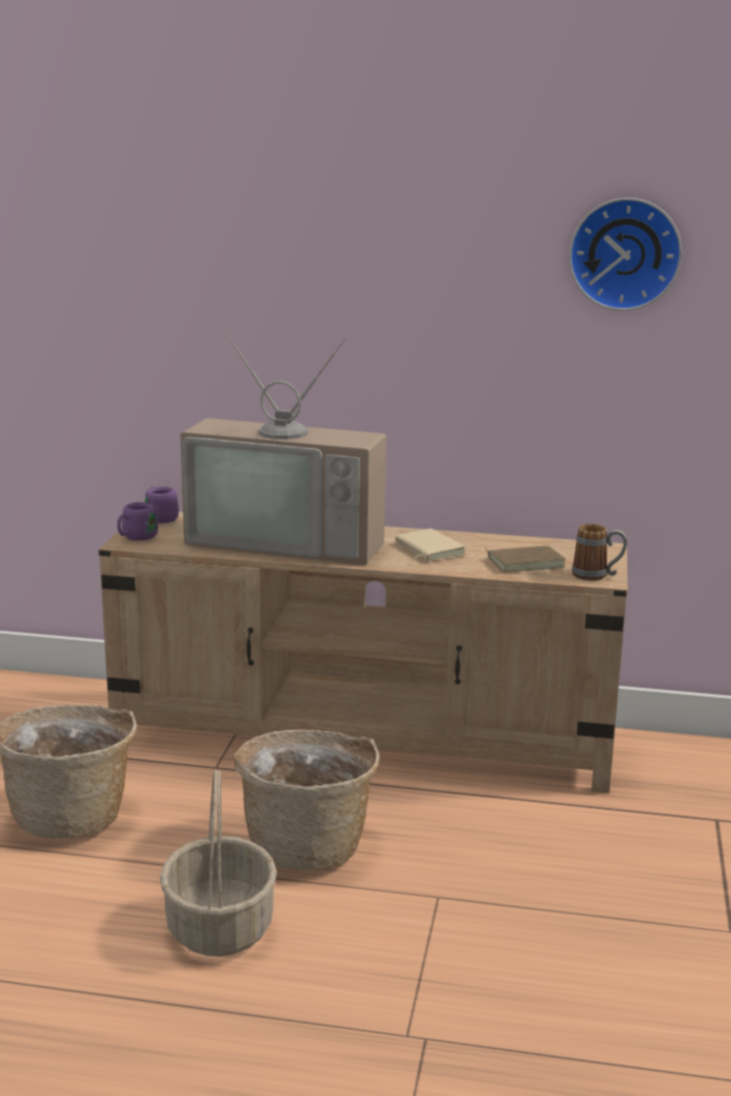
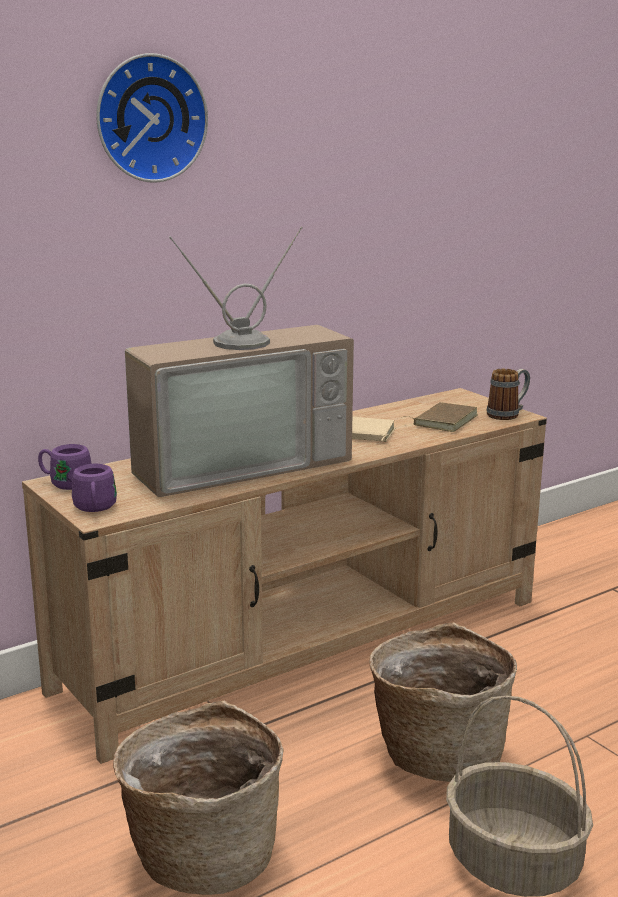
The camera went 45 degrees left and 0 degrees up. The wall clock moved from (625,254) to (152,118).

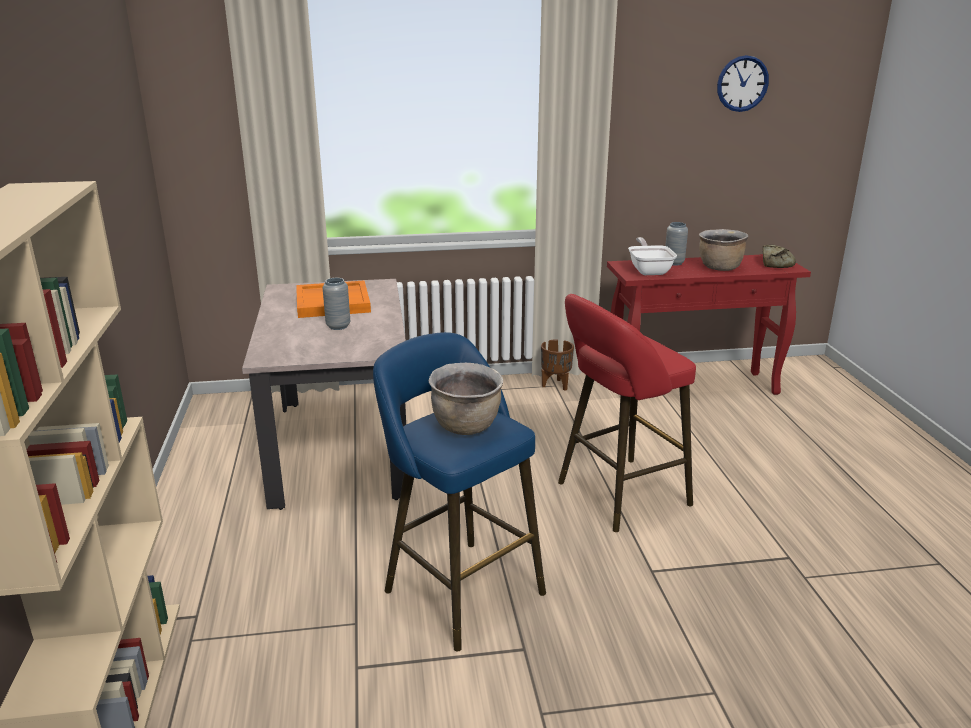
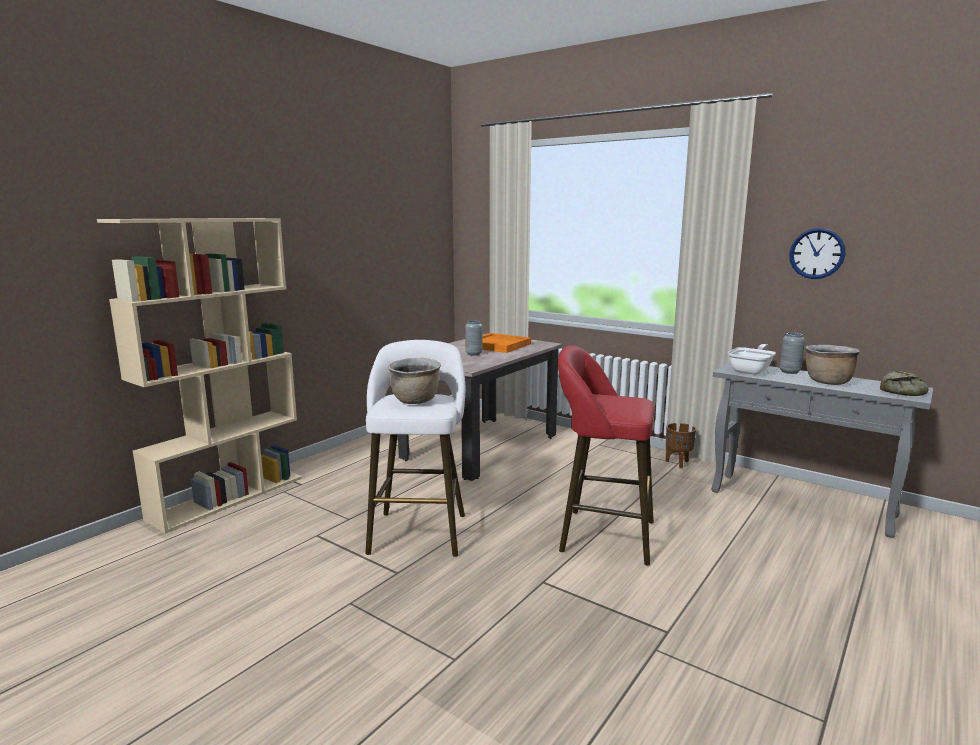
The camera went 45 degrees right and 10 degrees down. The wall clock moved from (743,83) to (817,253). The console table/red at (709,324) became the console table/grey at (822,449). The stool/blue at (459,491) became the stool/white at (415,448).

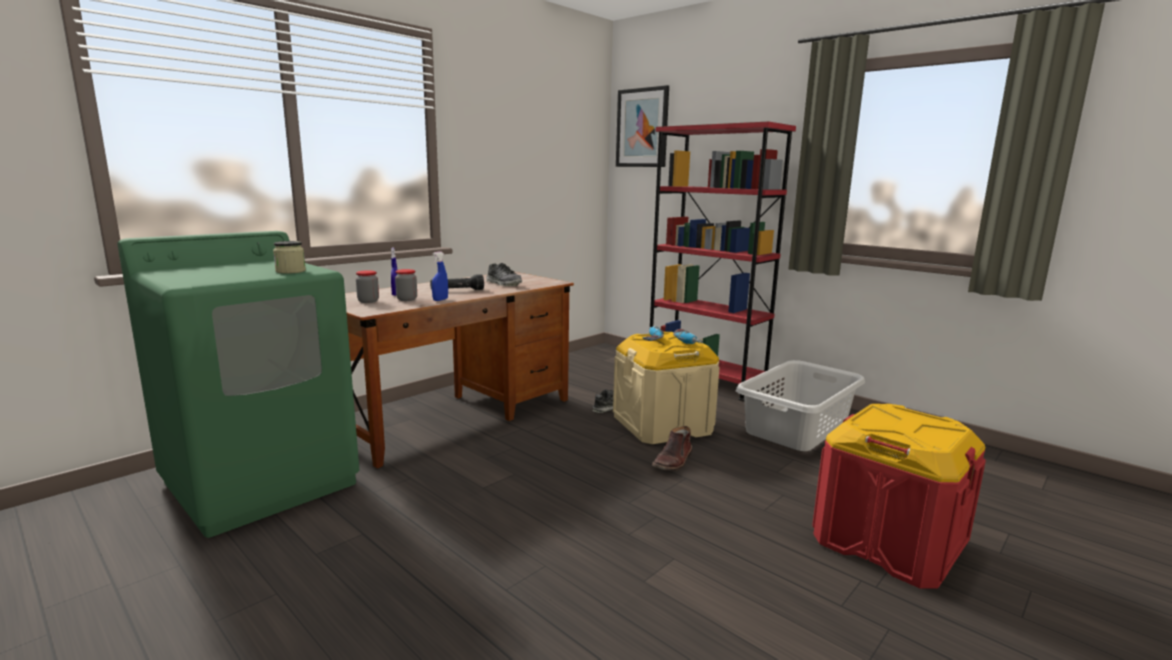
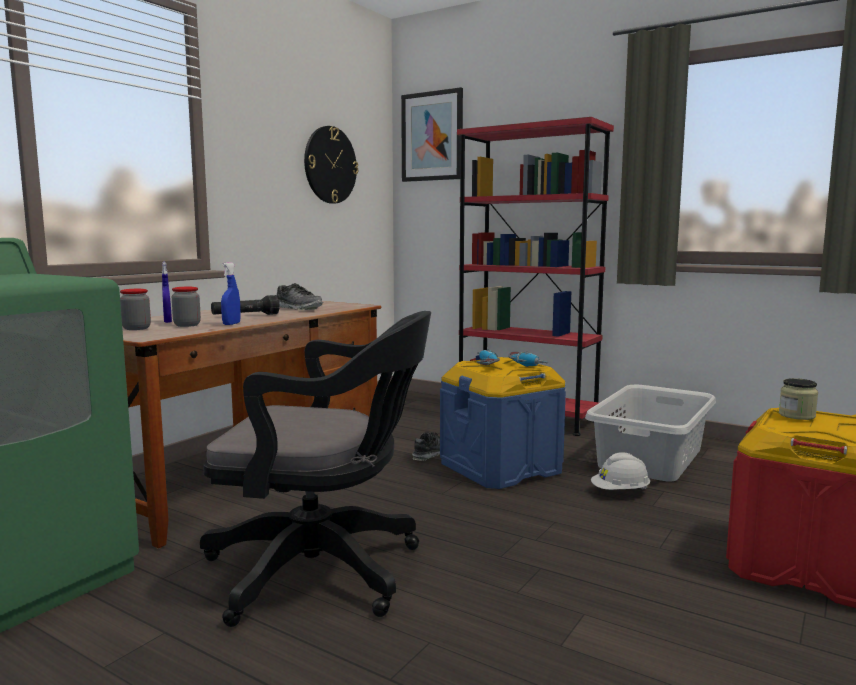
The camera went 10 degrees left and 5 degrees down. The jar moved from (289,257) to (798,399). The storage box/beige at (666,388) became the storage box/blue at (503,423). The boot/brown at (672,448) disappeared. The wall clock at (331,165) appeared. The office chair/black at (315,469) appeared. The hard hat/white at (620,471) appeared.

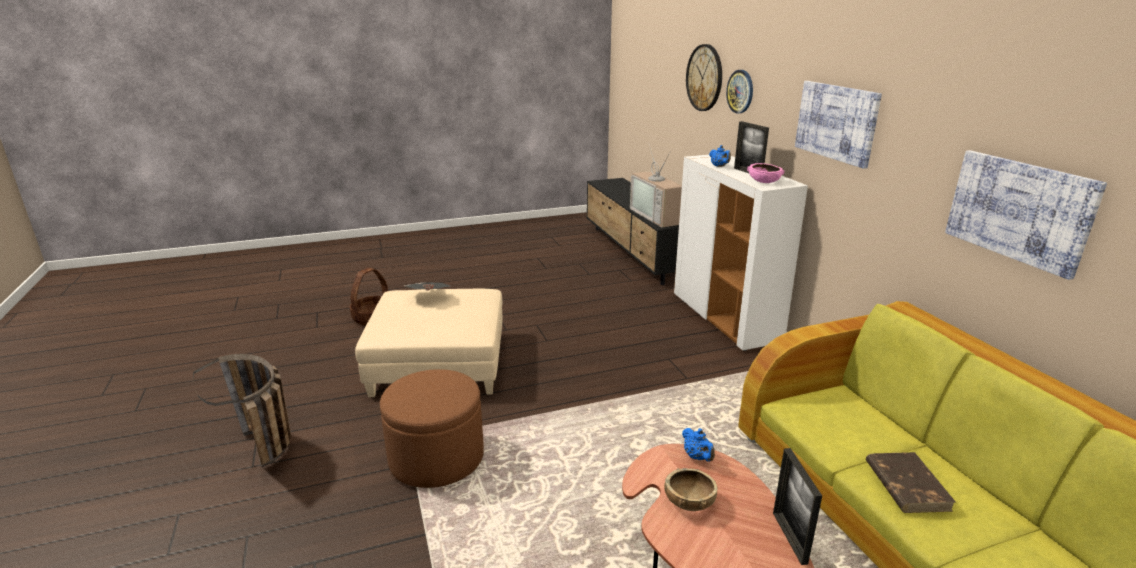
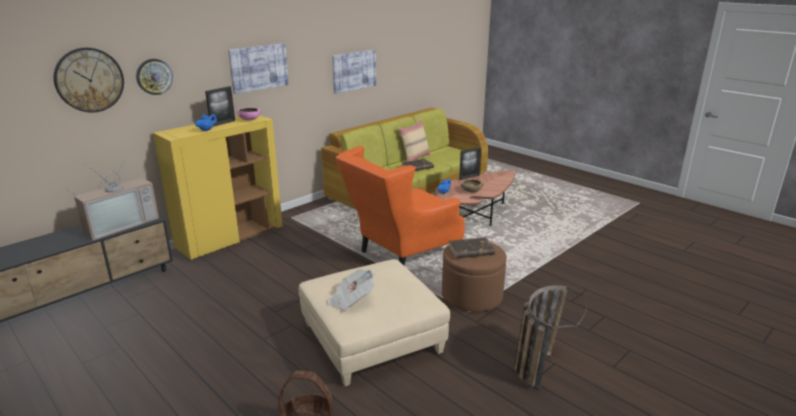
The camera went 115 degrees left and 0 degrees up. The cabinet/white at (741,253) became the cabinet/yellow at (218,187). The pillow/beige at (414,140) appeared. The armchair/orange at (400,205) appeared. The book/brown at (472,247) appeared.

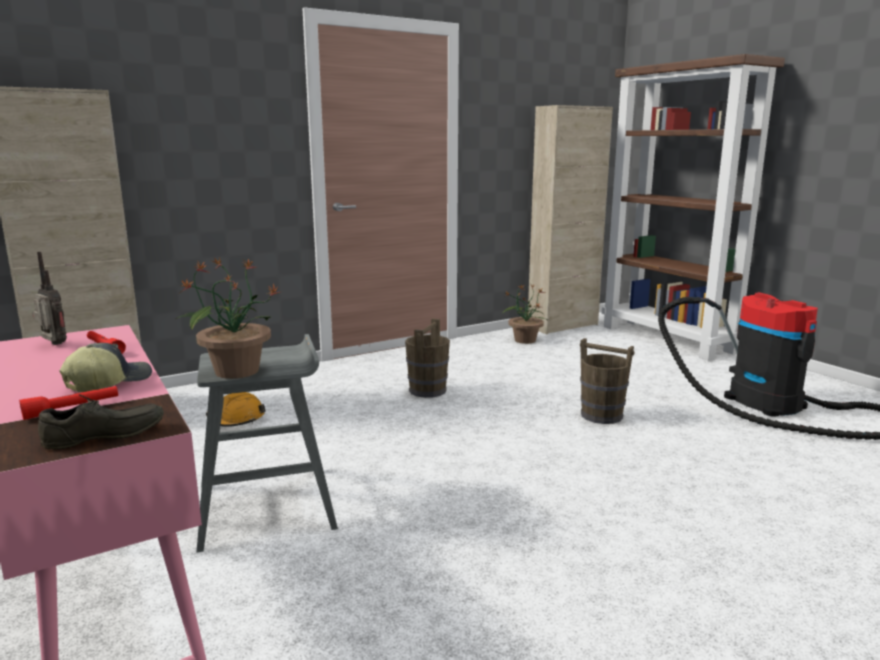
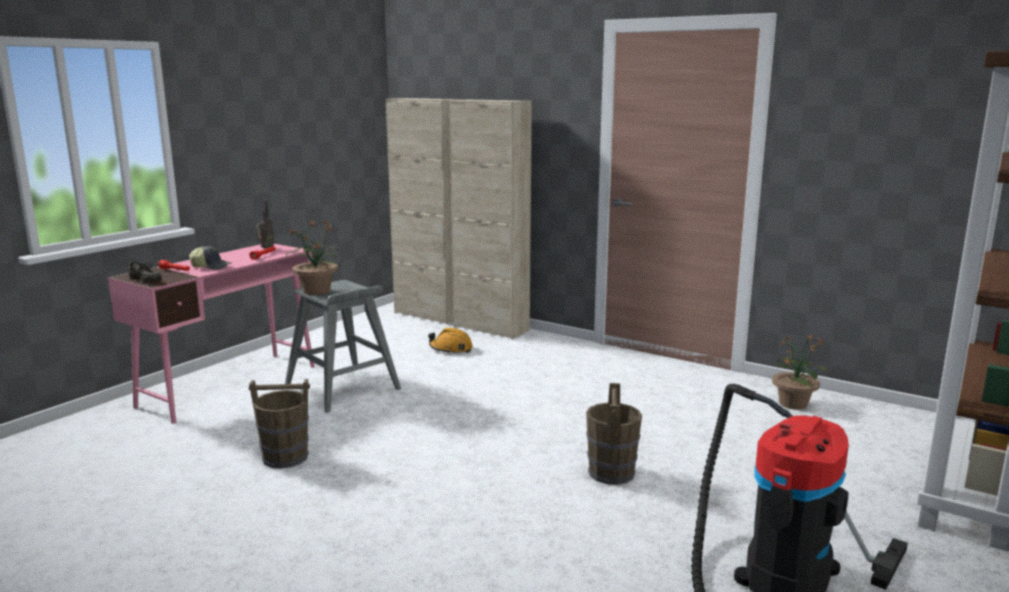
The camera went 65 degrees right and 0 degrees up. The cabinet/beige moved from (570,219) to (490,219). The bucket/brown moved from (427,358) to (279,424).

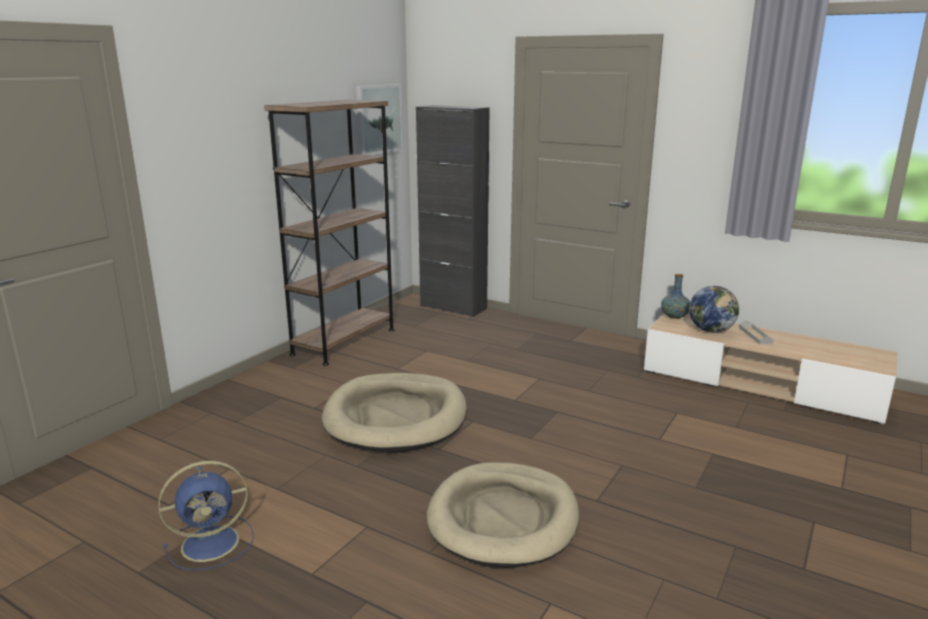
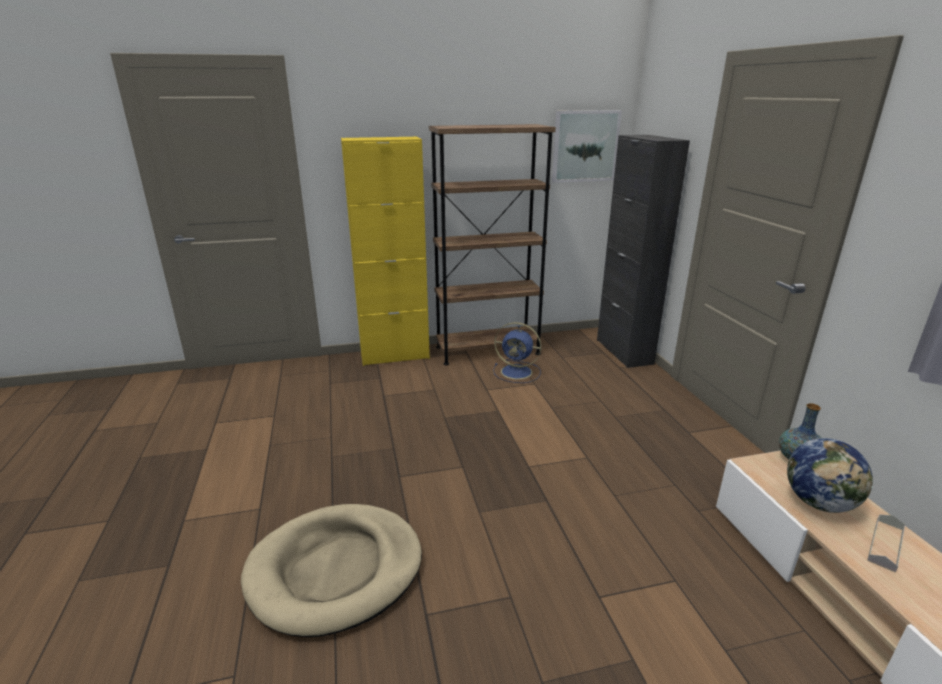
The camera went 45 degrees right and 5 degrees up. The dog bed/beige at (394,413) disappeared. The fan/blue moved from (205,516) to (517,352). The cabinet/yellow at (385,251) appeared.

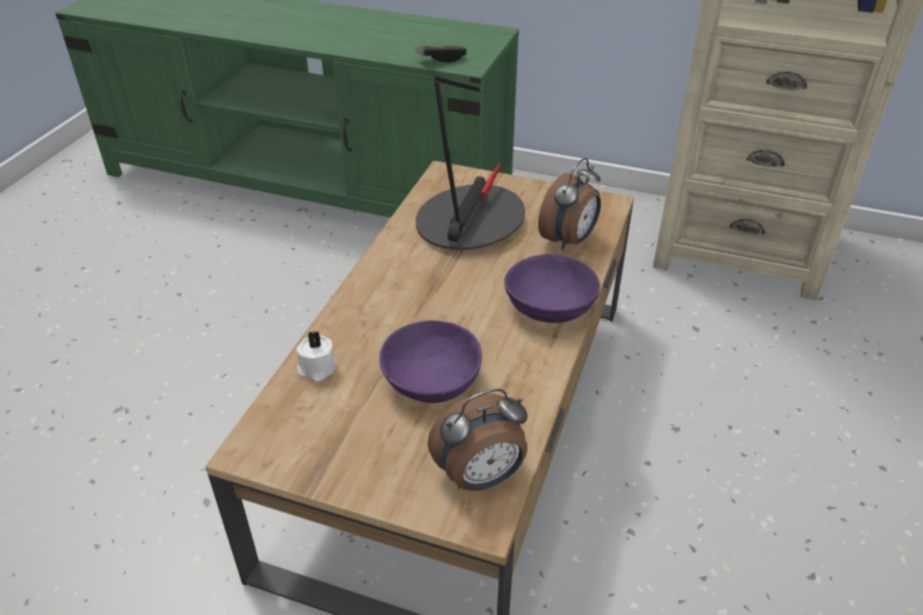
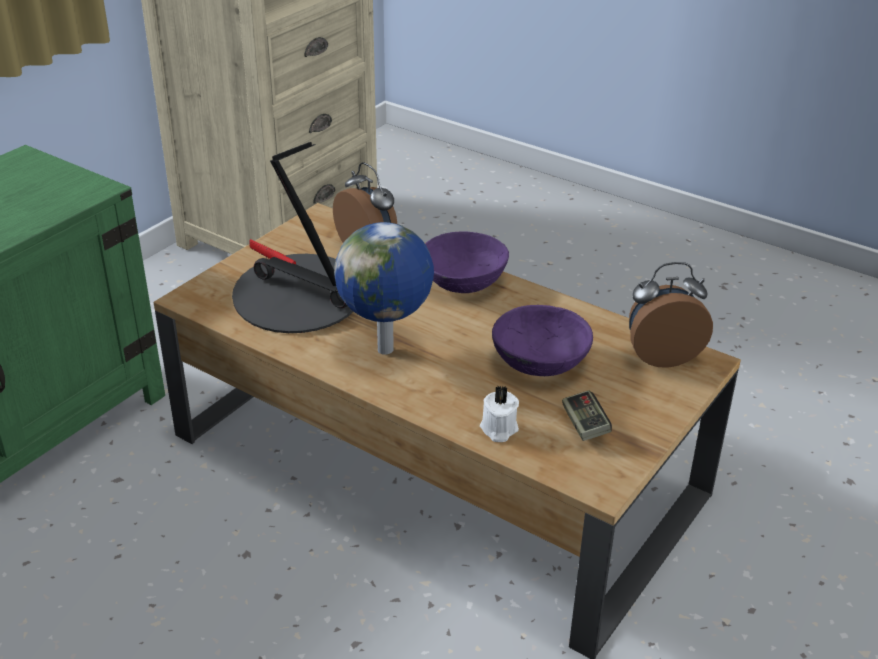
The camera went 75 degrees left and 5 degrees down. The game controller moved from (440,54) to (587,415). The alarm clock at (478,440) turned 90 degrees counterclockwise. The globe at (384,288) appeared.

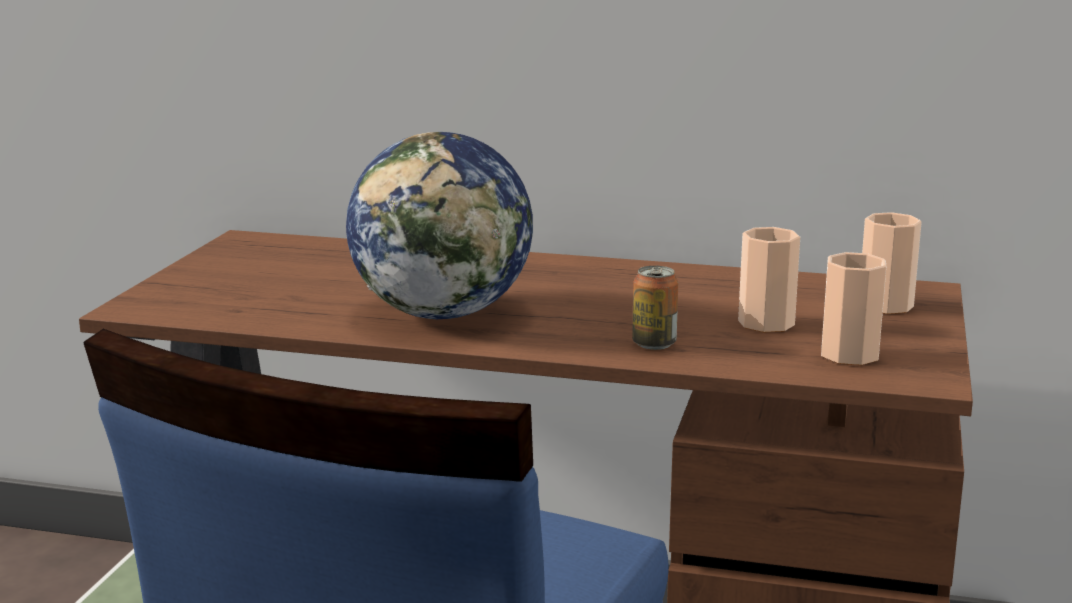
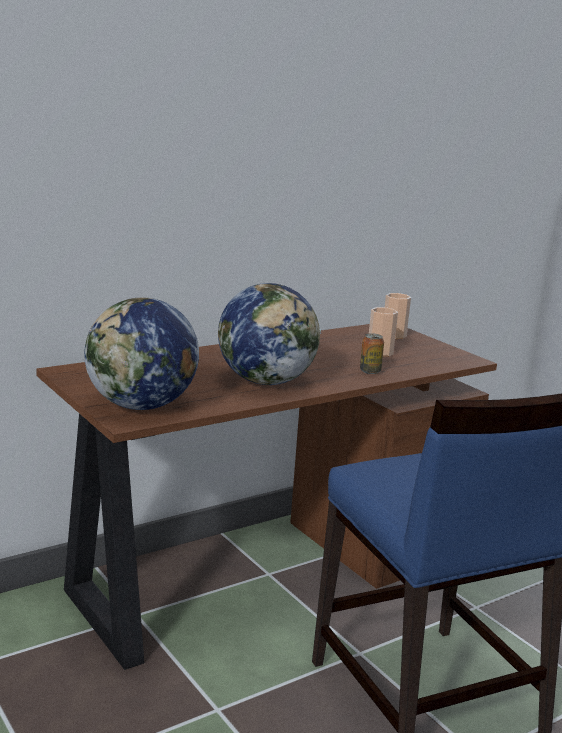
The camera went 50 degrees left and 0 degrees up. The cup at (853,308) disappeared. The globe at (141,354) appeared.

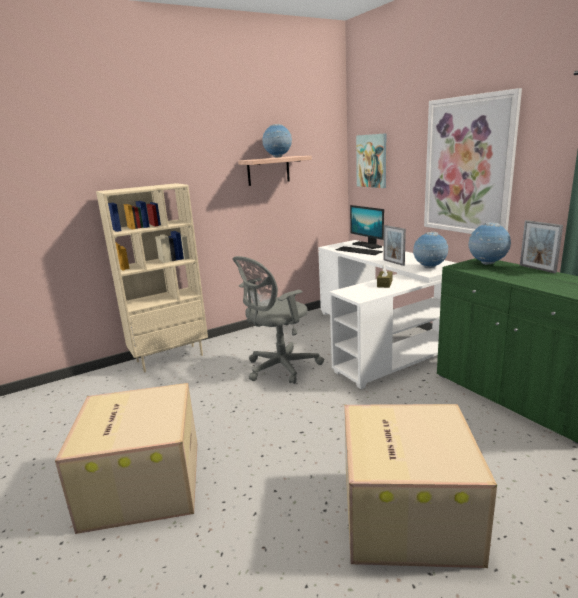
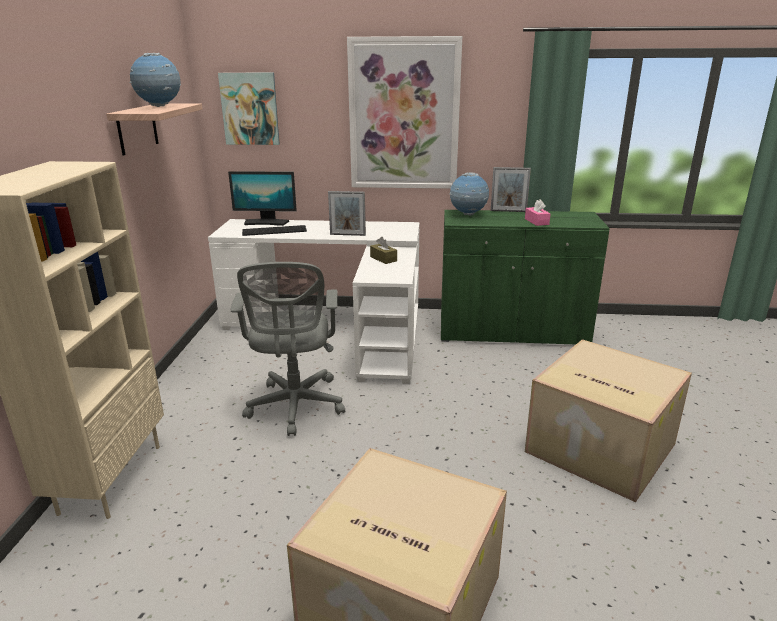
The camera went 55 degrees left and 5 degrees up. The globe at (430,250) disappeared. The tissue box/pink at (538,213) appeared.

